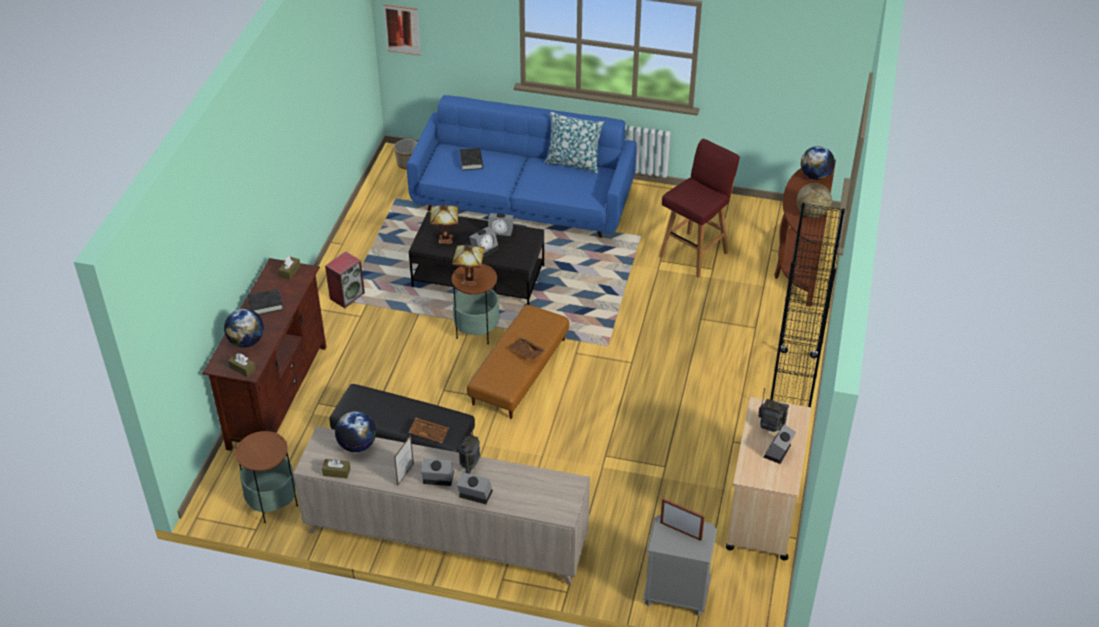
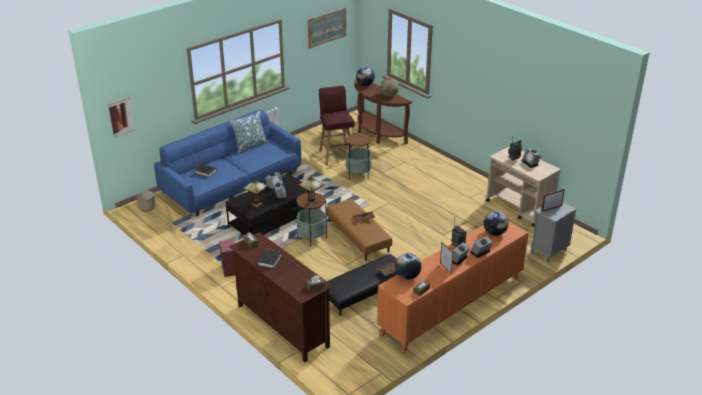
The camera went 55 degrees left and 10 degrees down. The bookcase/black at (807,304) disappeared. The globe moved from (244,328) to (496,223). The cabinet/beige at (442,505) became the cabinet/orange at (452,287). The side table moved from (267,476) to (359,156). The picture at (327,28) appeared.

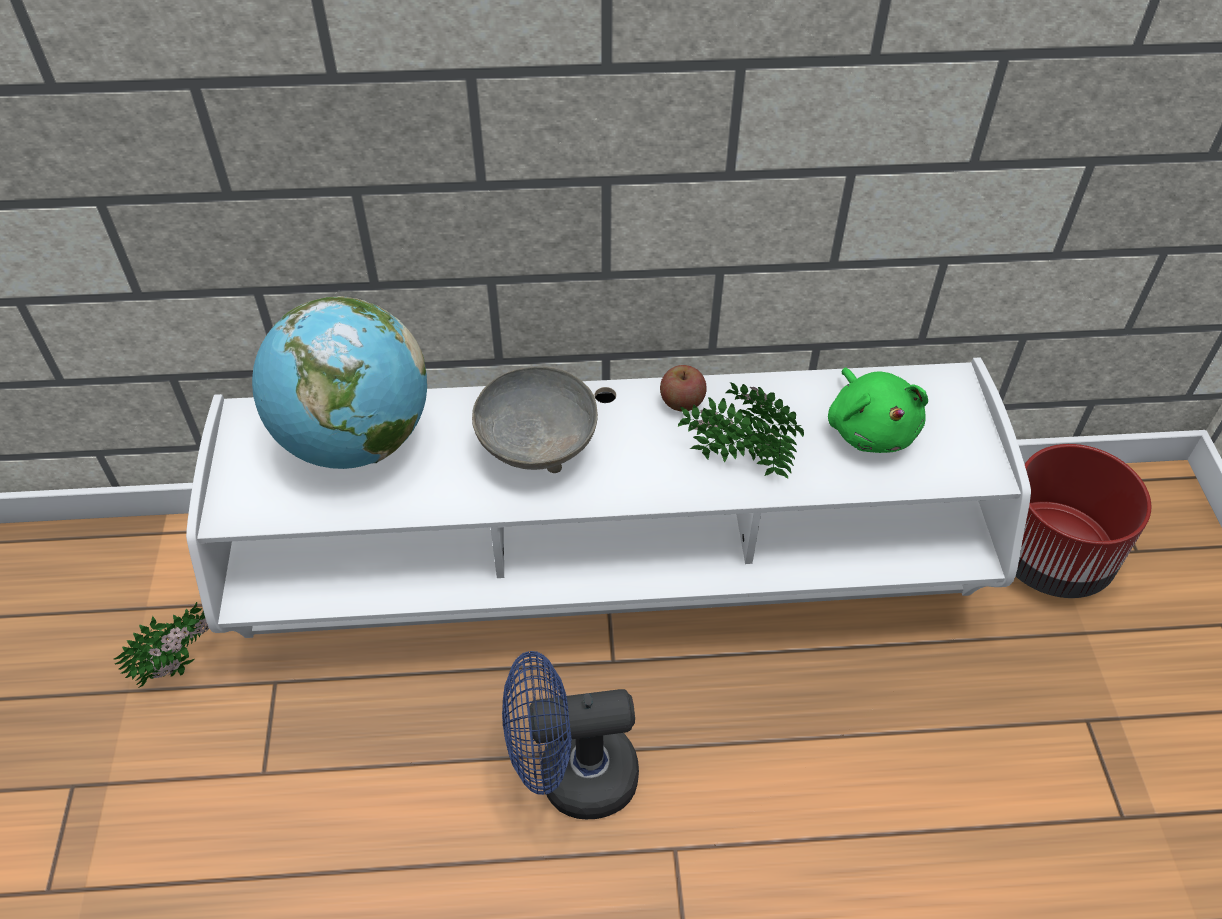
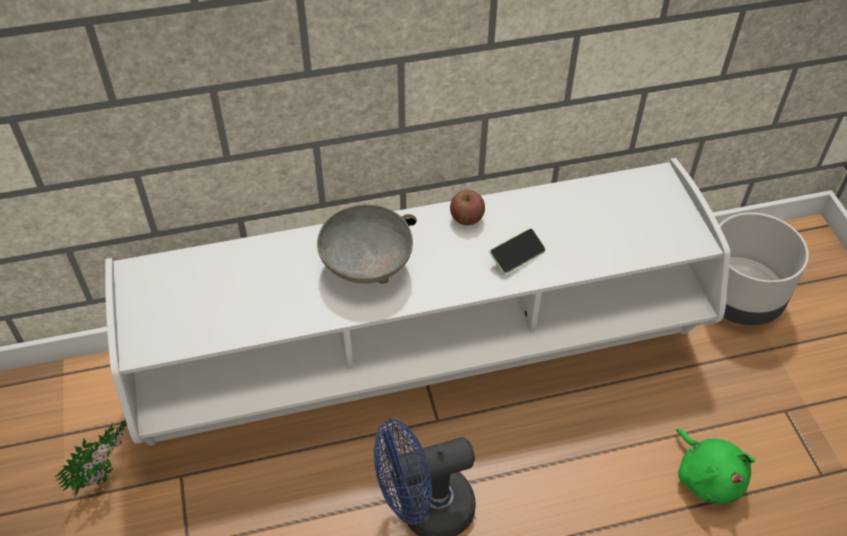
The camera went 10 degrees left and 0 degrees up. The globe at (339,382) disappeared. The plush toy/green moved from (878,410) to (715,465). The potted plant at (741,430) was replaced by the phone at (518,251). The planter/red at (1083,521) became the planter/grey at (764,268).

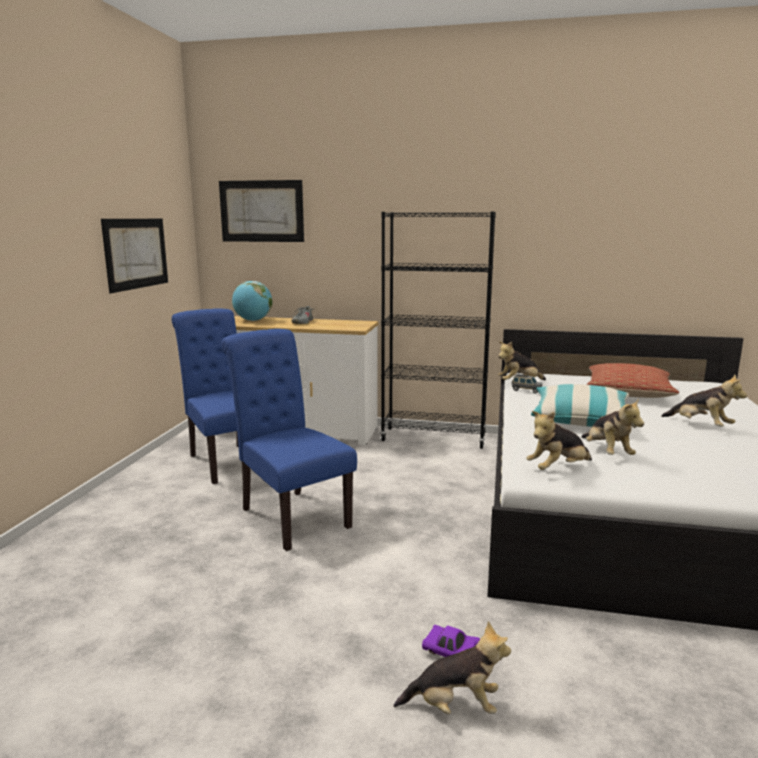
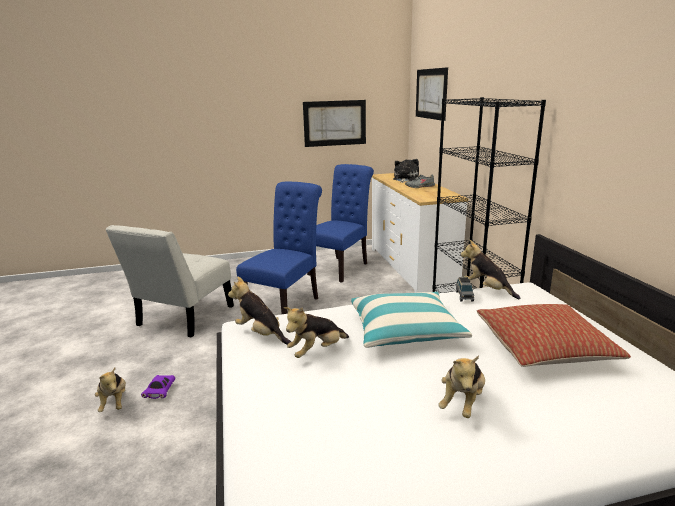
The camera went 65 degrees right and 5 degrees up. The globe at (252,301) was replaced by the plush toy at (406,171). The chair/white at (169,281) appeared.

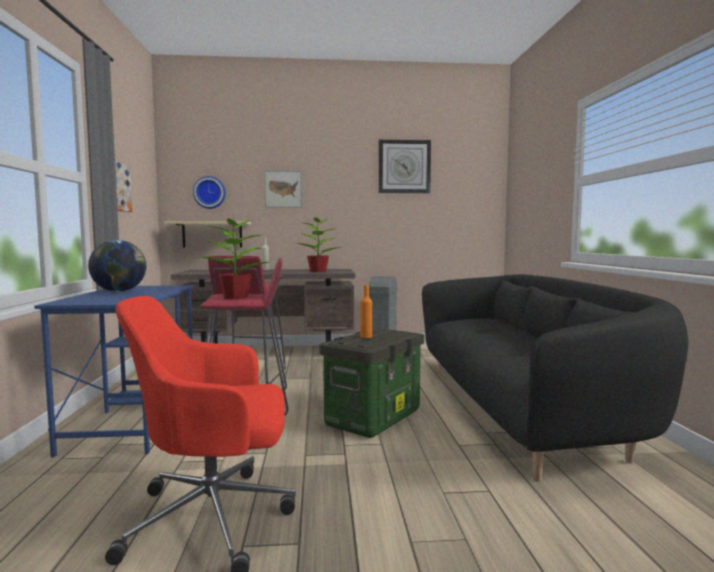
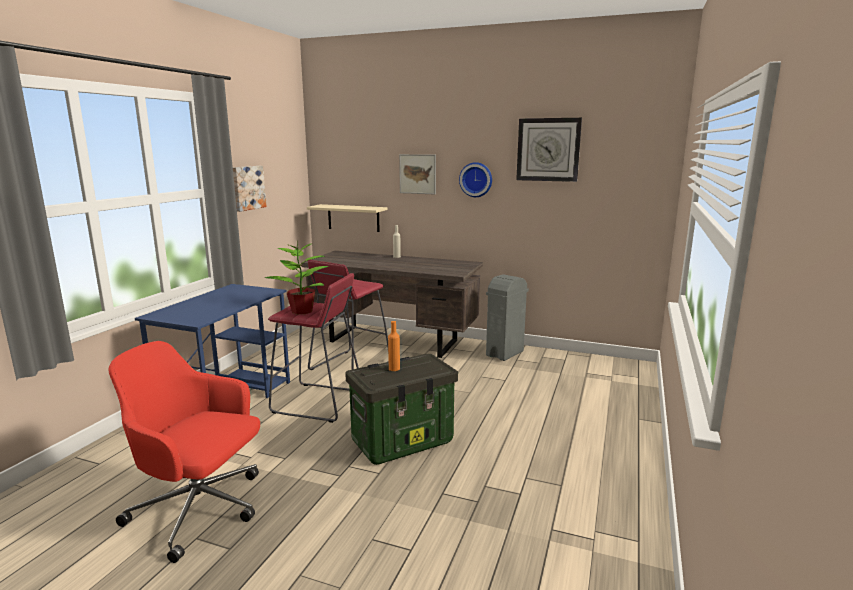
The camera went 25 degrees right and 10 degrees up. The wall clock moved from (209,192) to (475,179). The potted plant at (319,244) disappeared. The globe at (117,266) disappeared. The sofa/black at (555,378) disappeared.

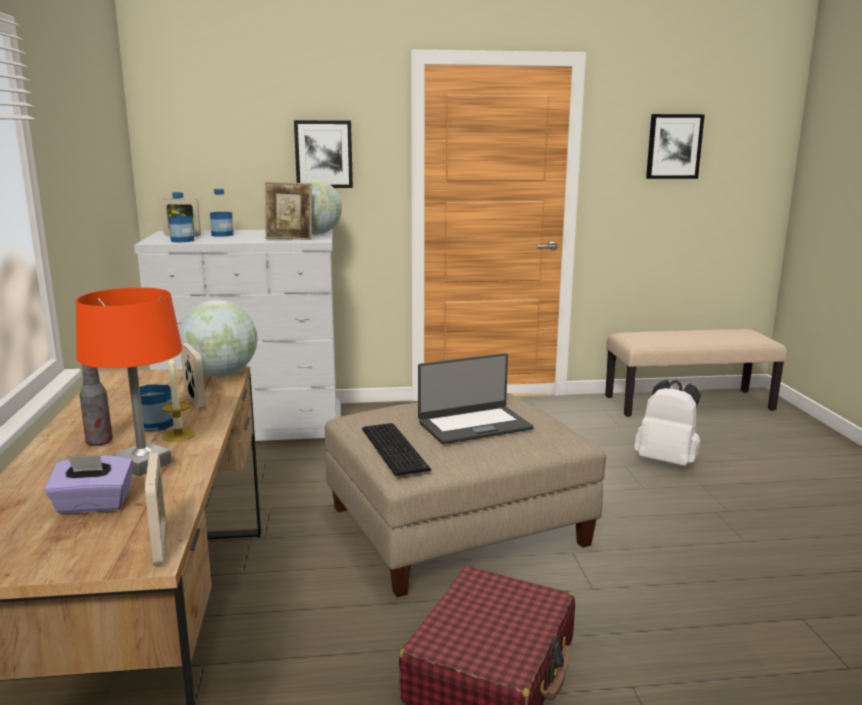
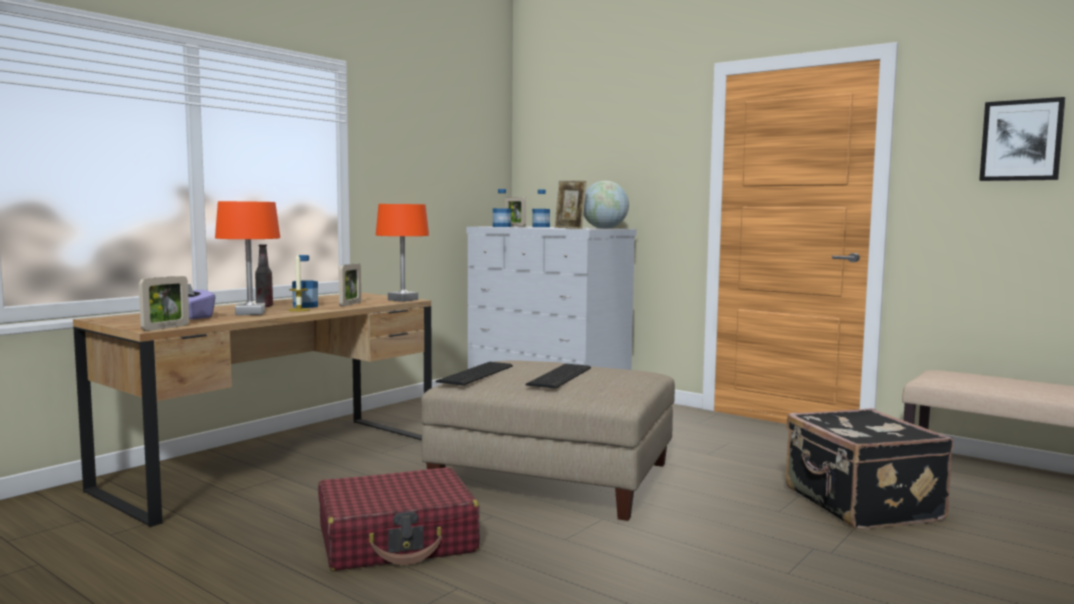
The camera went 45 degrees right and 10 degrees down. The picture at (323,154) disappeared. The globe at (218,338) was replaced by the table lamp/orange at (402,253). The laptop at (476,398) was replaced by the keyboard at (558,376). The backpack/white at (668,423) was replaced by the suitcase/black at (870,469).

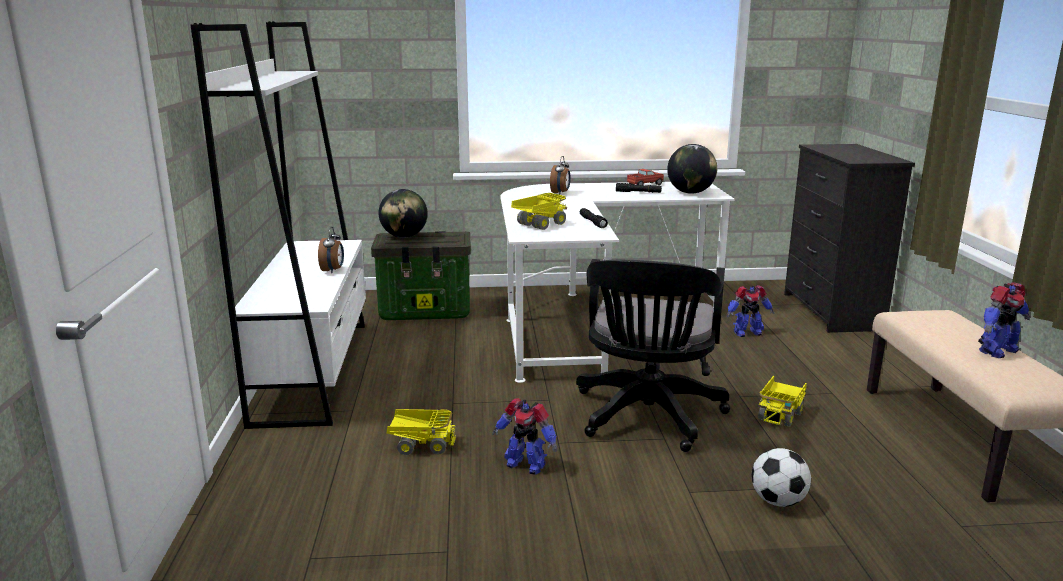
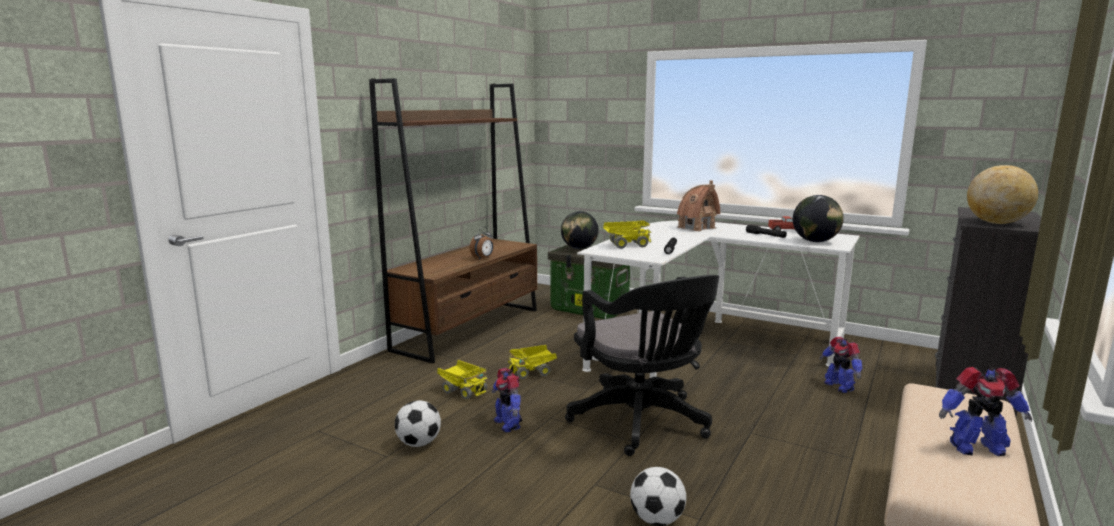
The camera went 35 degrees right and 5 degrees down. The bookcase/white at (278,225) became the bookcase/brown at (453,221). The alarm clock at (560,175) was replaced by the toy house at (698,206). The office chair/black at (653,355) turned 75 degrees counterclockwise. The toy robot at (750,311) turned 45 degrees clockwise. The toy truck moved from (782,401) to (532,362). The globe at (1002,194) appeared. The football at (418,423) appeared.

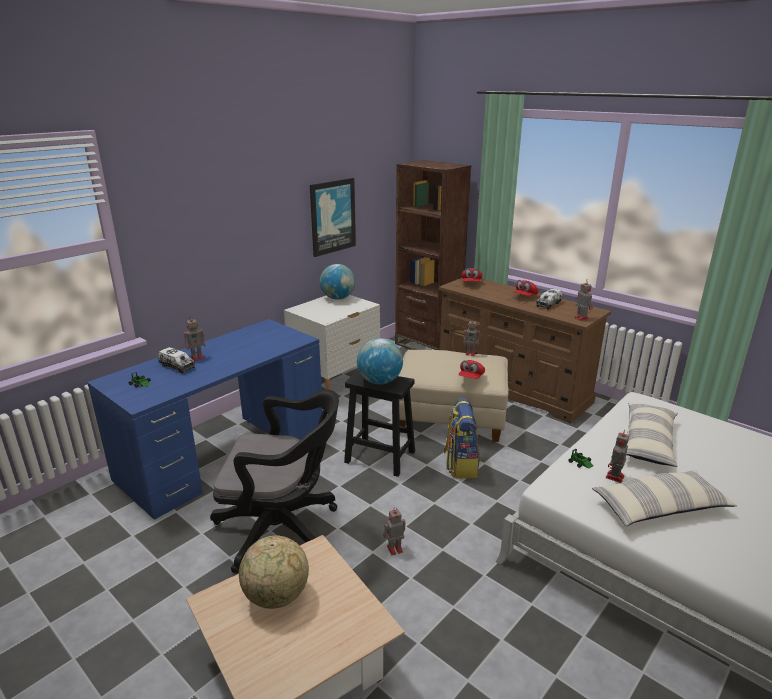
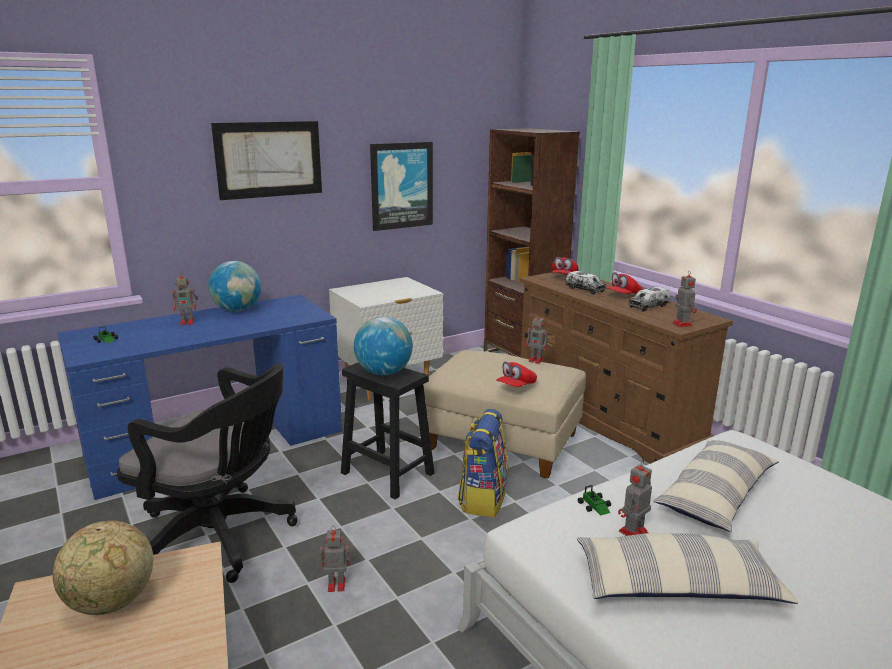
The camera went 15 degrees right and 5 degrees down. The globe moved from (337,282) to (234,286). The toy truck moved from (176,360) to (585,283). The picture at (266,160) appeared.

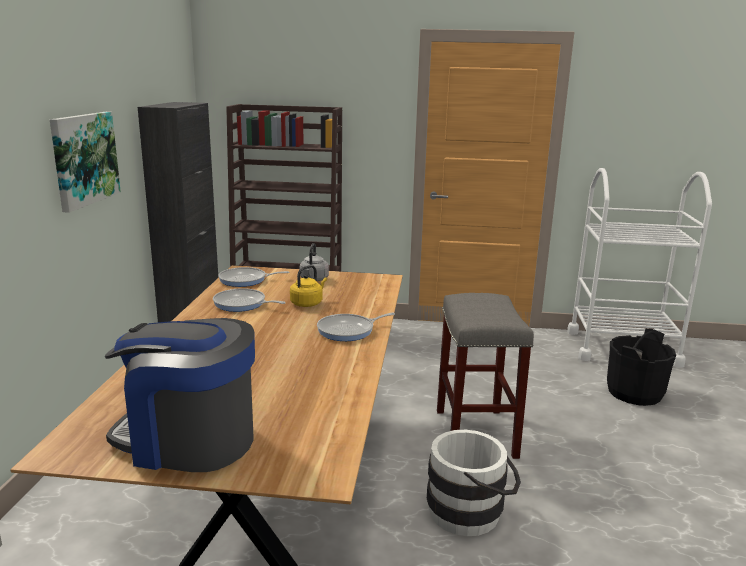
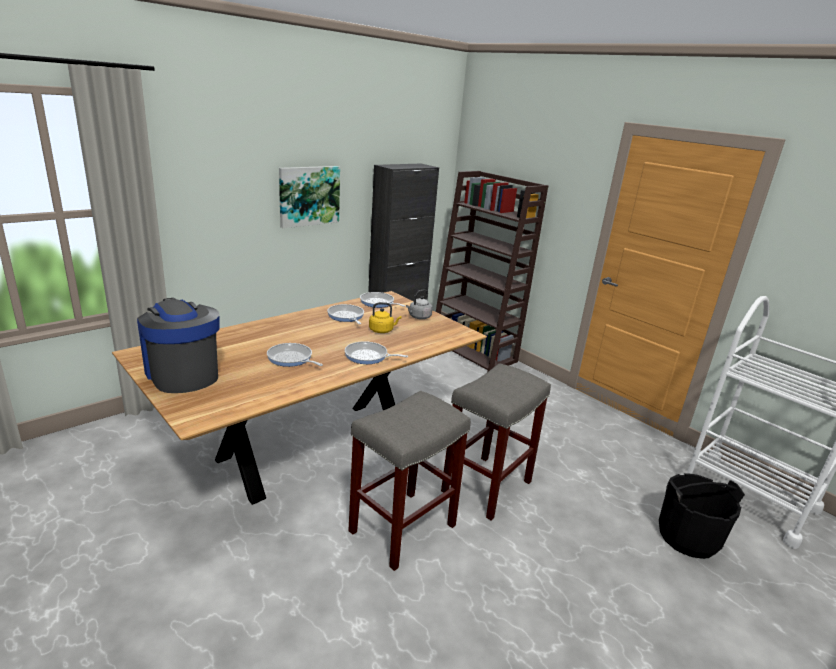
The camera went 40 degrees right and 5 degrees up. The bucket/white at (474,483) was replaced by the stool/grey at (409,481). The frying pan at (295,355) appeared.

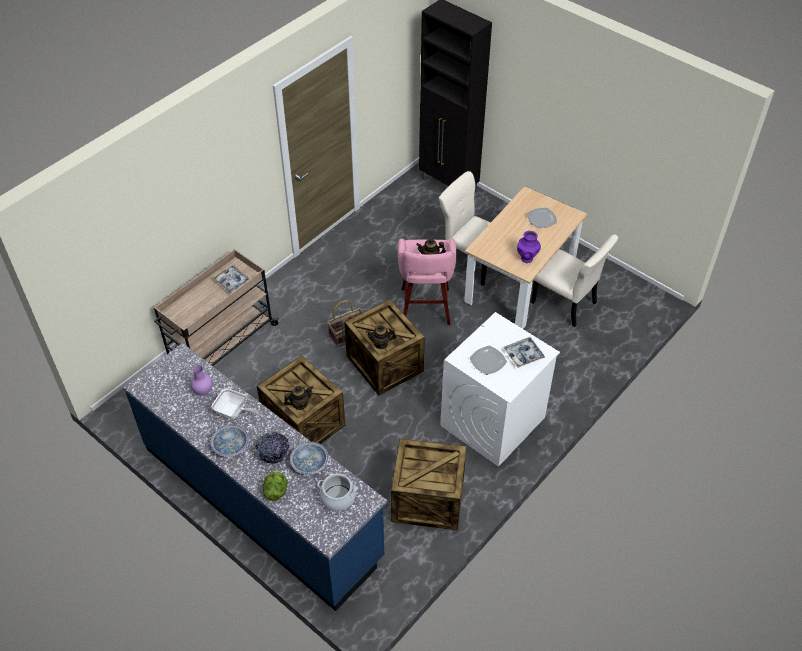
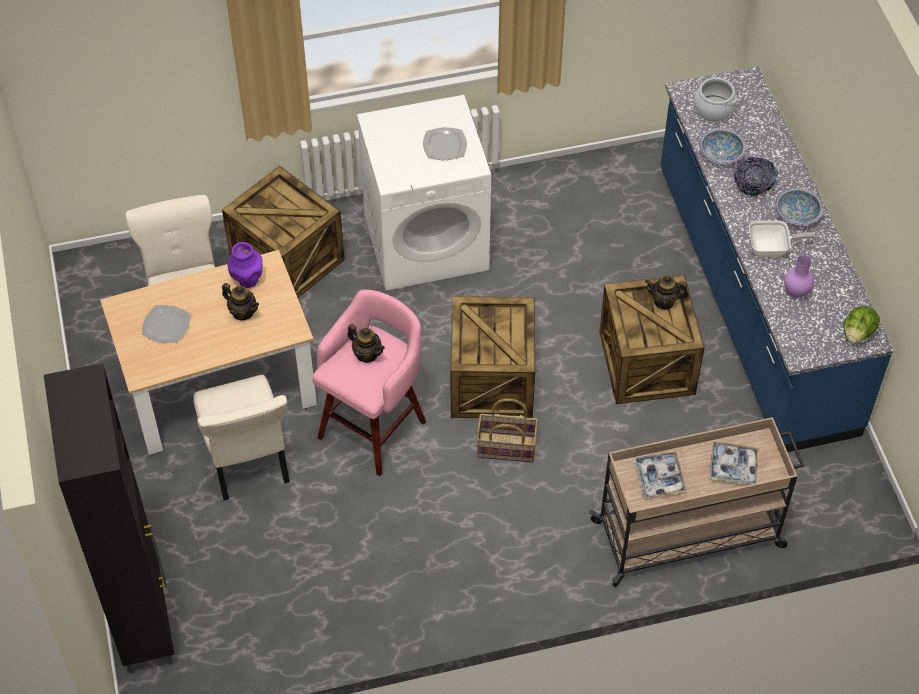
The camera went 145 degrees left and 5 degrees up. The teapot moved from (381,337) to (240,301). The tray moved from (524,352) to (734,463). The frying pan at (237,403) turned 120 degrees clockwise. The crate moved from (429,485) to (283,232). The lettuce moved from (275,485) to (862,325).

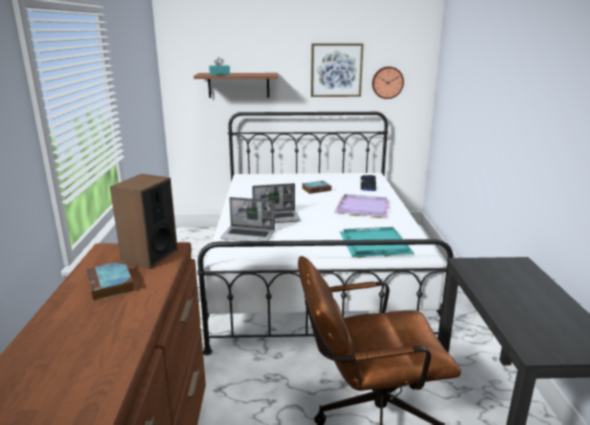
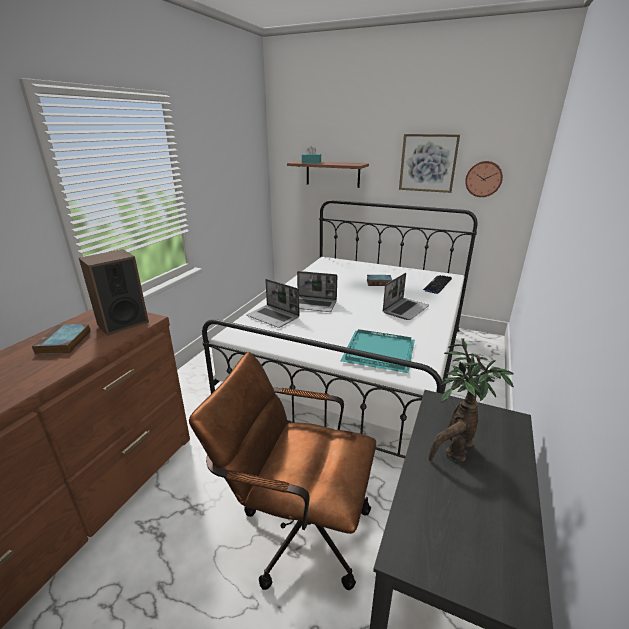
The camera went 25 degrees right and 5 degrees up. The tray/purple at (362,206) was replaced by the laptop at (406,296). The potted plant at (471,399) appeared.

